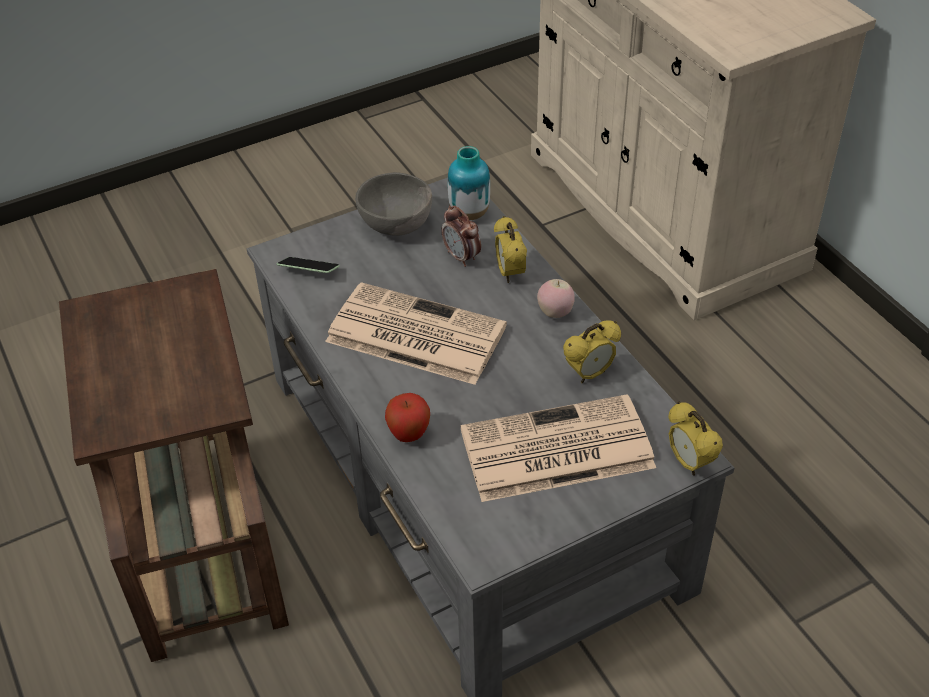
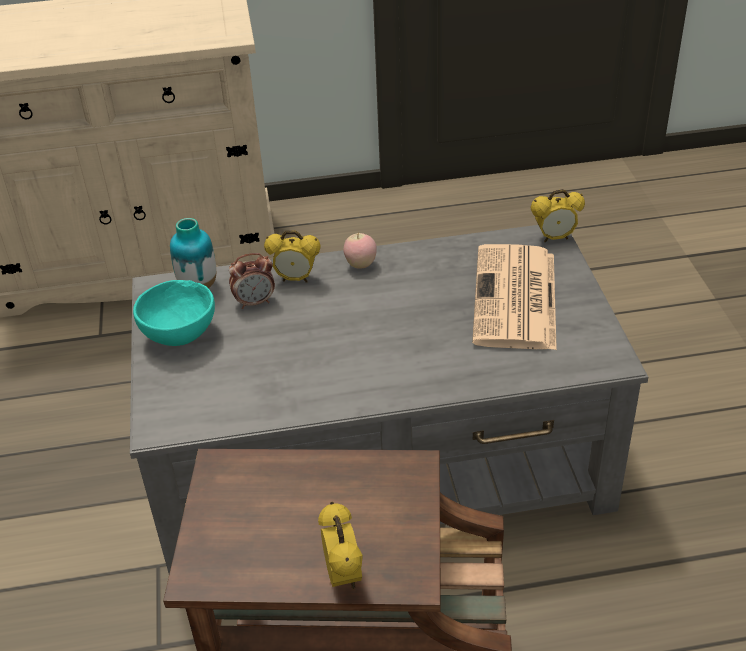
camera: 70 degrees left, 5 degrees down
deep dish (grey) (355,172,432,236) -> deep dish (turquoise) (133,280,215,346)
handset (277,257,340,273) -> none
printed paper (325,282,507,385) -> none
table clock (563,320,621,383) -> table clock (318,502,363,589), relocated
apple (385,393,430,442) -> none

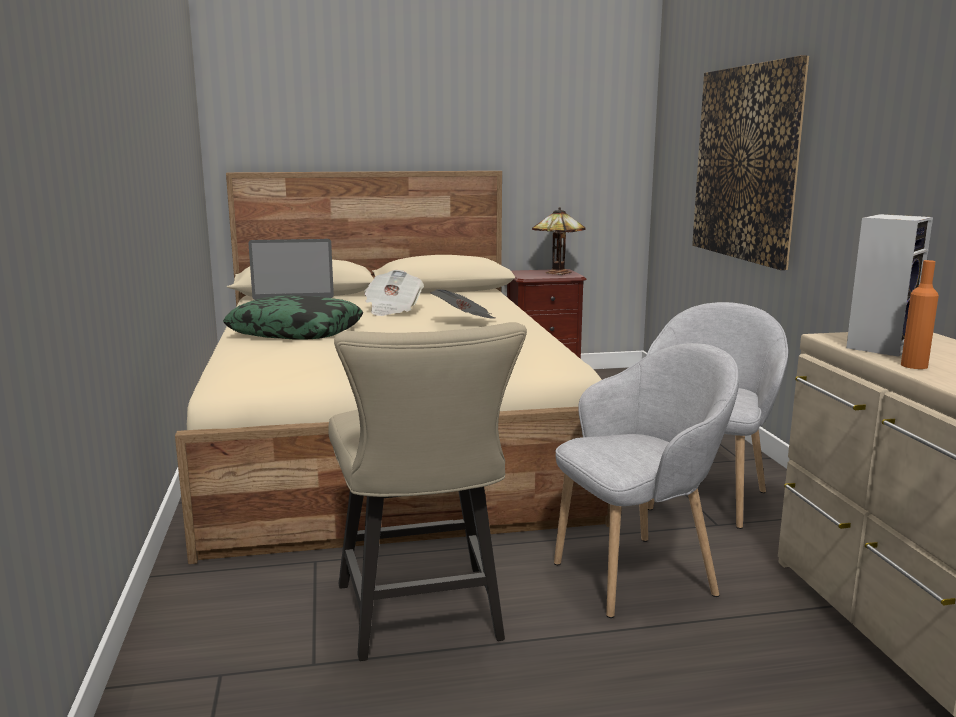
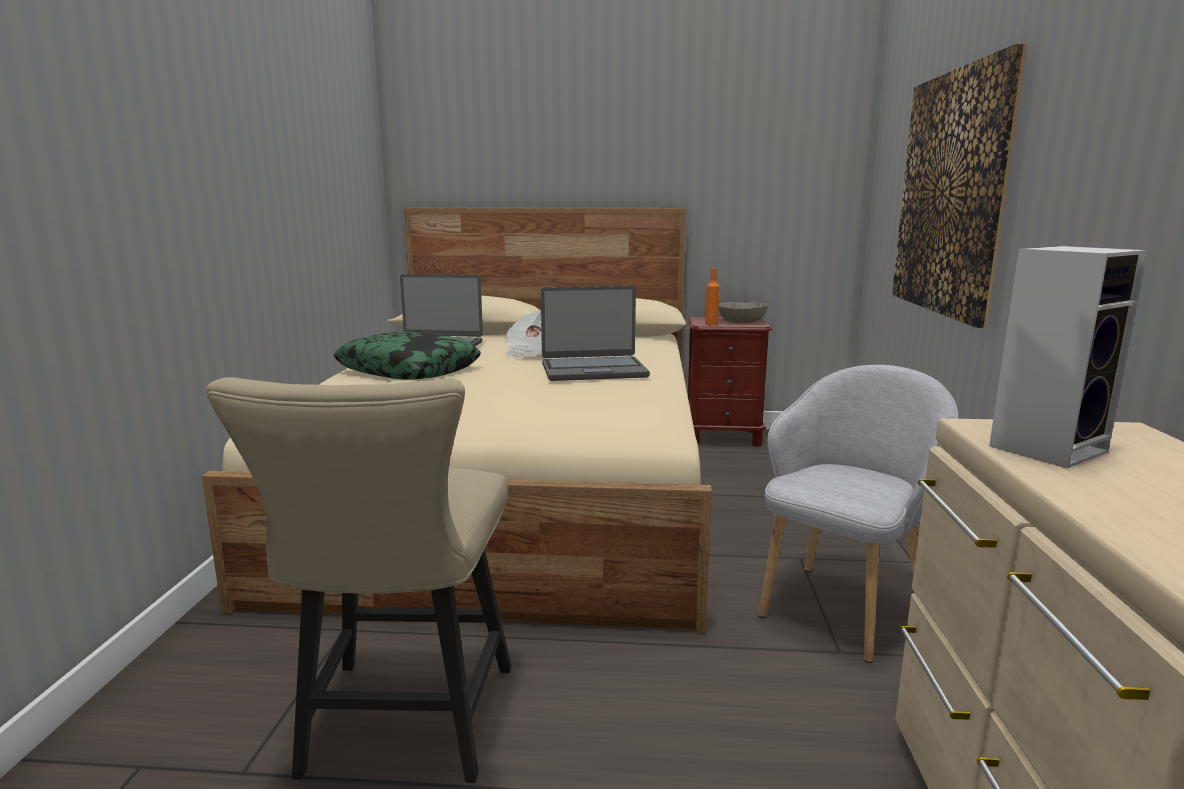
camera: 15 degrees right, 0 degrees up
lamp for a table (532,207,586,275) -> deep dish (grey) (719,302,768,323)
beverage bottle (orange-coloured) (901,260,939,369) -> beverage bottle (orange-coloured) (705,269,720,326), relocated
printed paper (430,289,495,318) -> notebook computer (541,286,650,381)
armchair (grey) (554,343,739,618) -> none

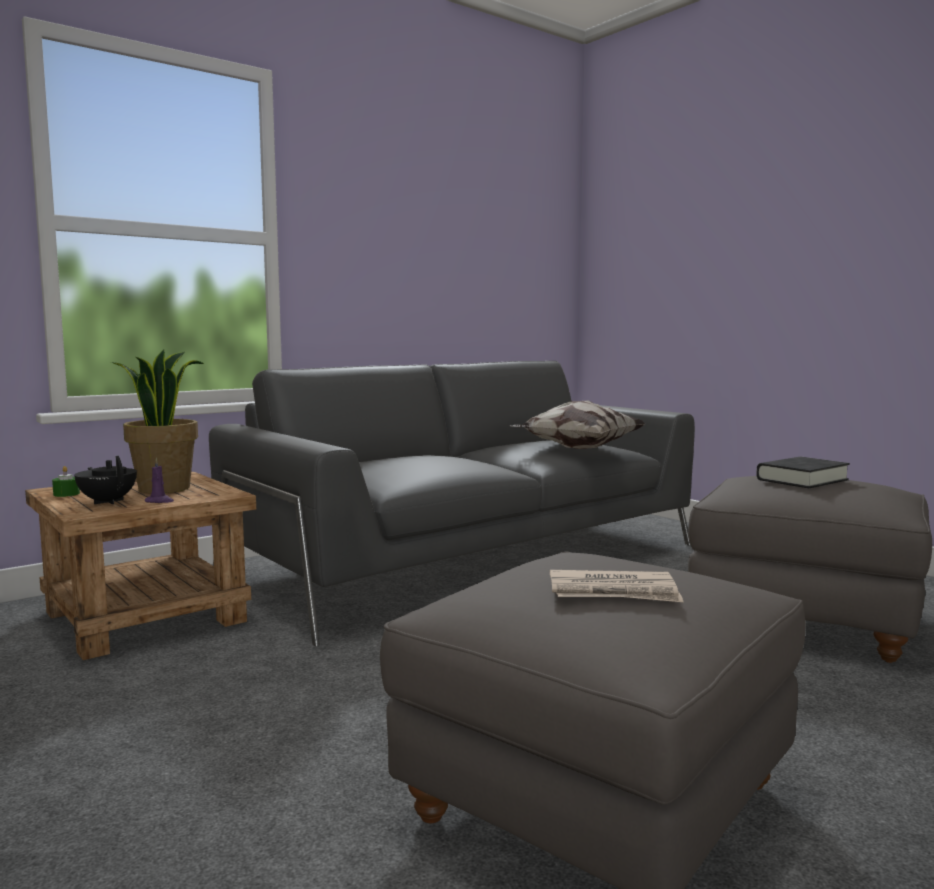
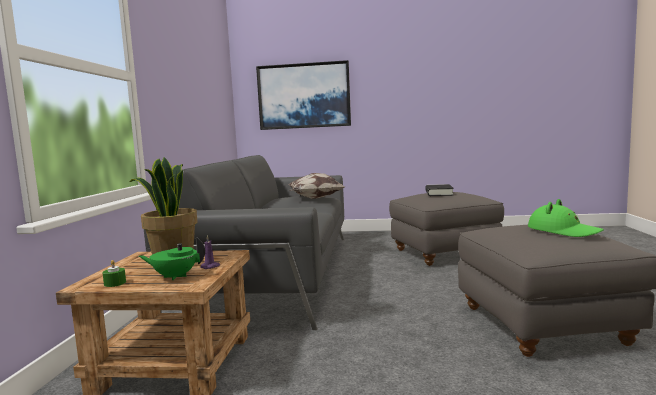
camera: 45 degrees left, 0 degrees up
teapot (black-coloured) (74,456,137,504) -> teapot (green-coloured) (139,237,205,280)
printed paper (550,570,684,602) -> wearable hat (green-coloured) (528,199,604,237)
none -> wall art (256,60,351,130)

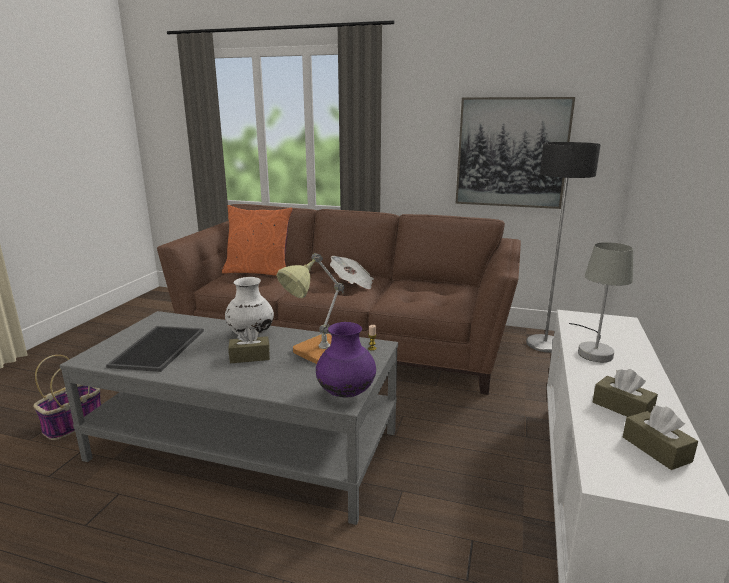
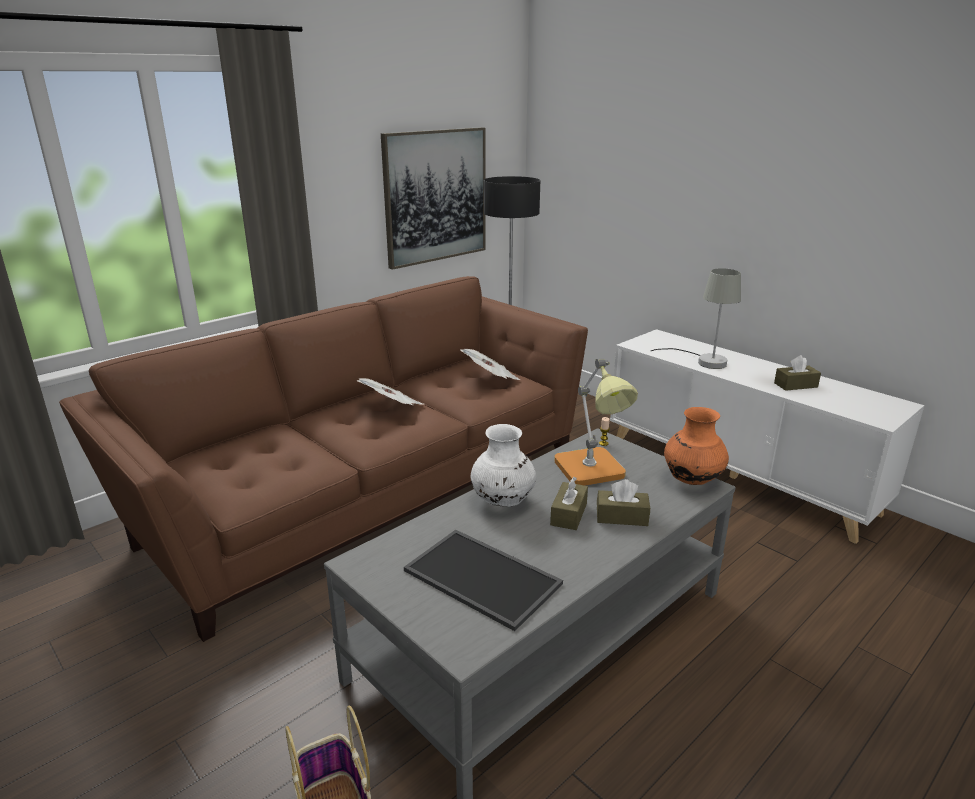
camera: 60 degrees left, 5 degrees up
cushion (orange-coloured) (222,205,293,276) -> none
decorative vase (purplish) (316,322,376,398) -> decorative vase (orange-coloured) (664,407,729,485)
tissue holder (brown) (623,406,698,470) -> tissue holder (brown) (597,479,650,526), relocated
none -> printed paper (460,349,521,380)

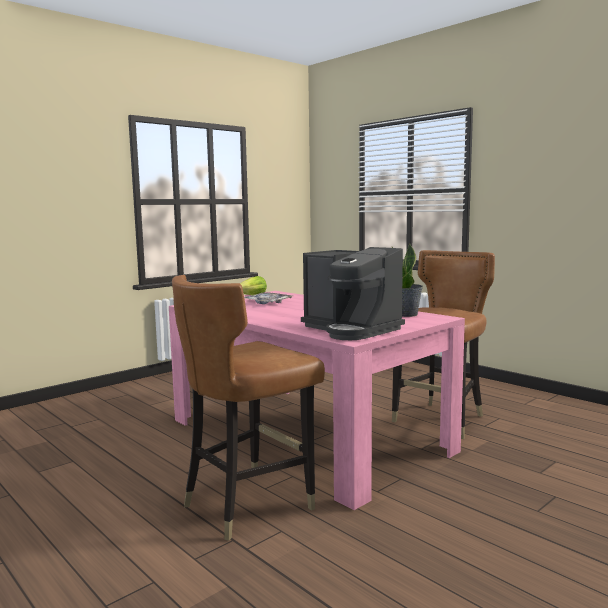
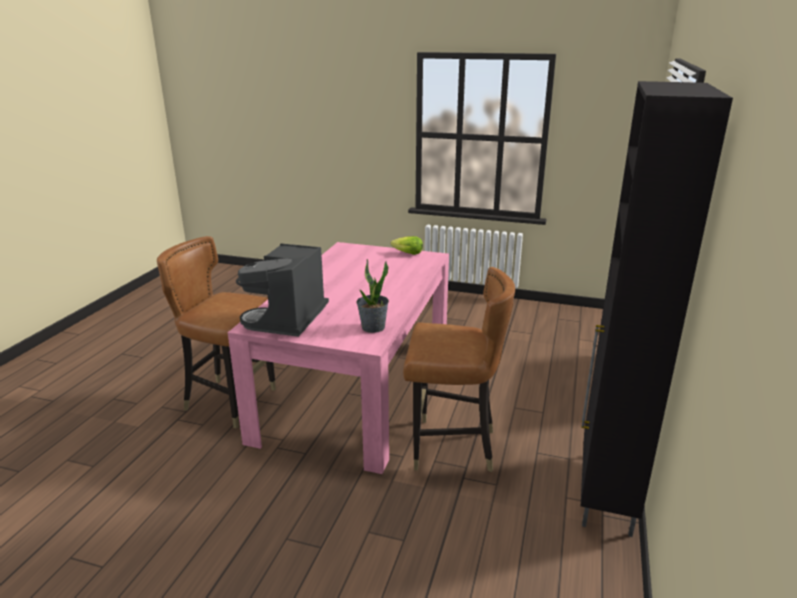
camera: 60 degrees right, 15 degrees up
carrying tray (244,293,292,304) -> none
none -> cabinet (black-coloured) (581,81,733,537)

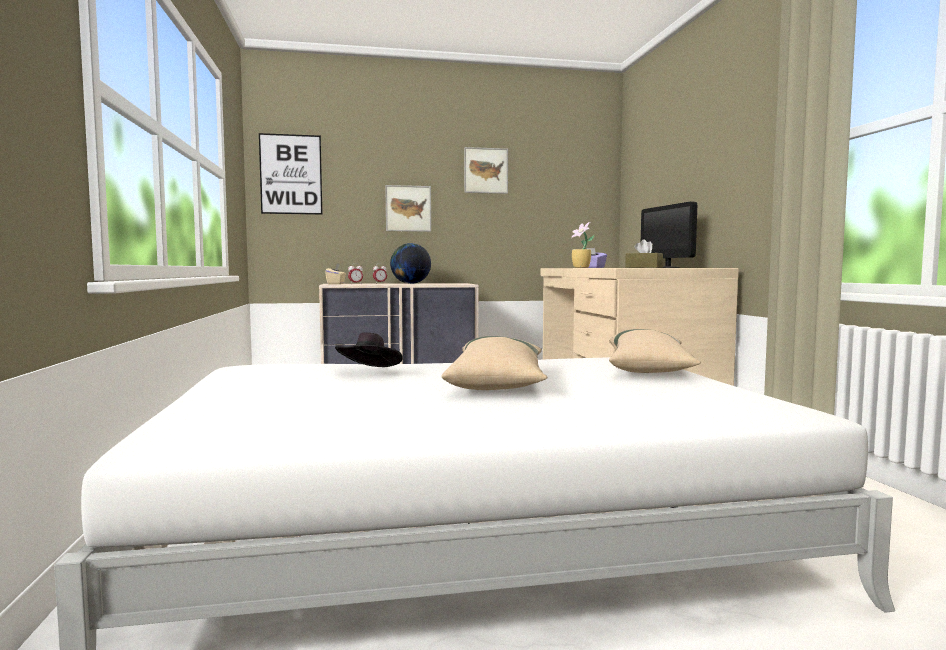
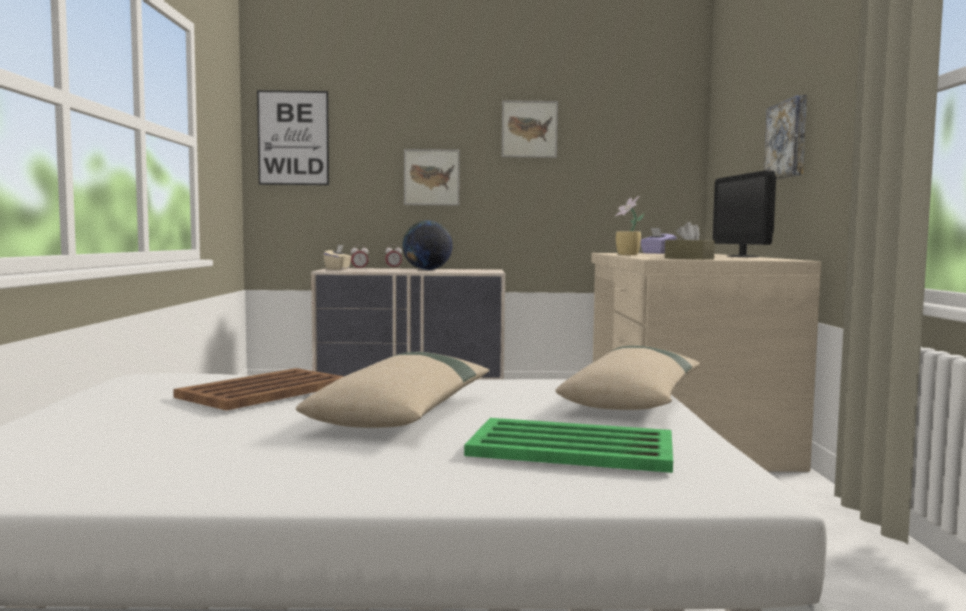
camera: 10 degrees right, 0 degrees up
wearable hat (black-coloured) (335,332,403,367) -> carrying tray (brown) (173,368,344,411)
none -> wall art (764,95,807,180)
none -> carrying tray (green-coloured) (464,418,673,473)

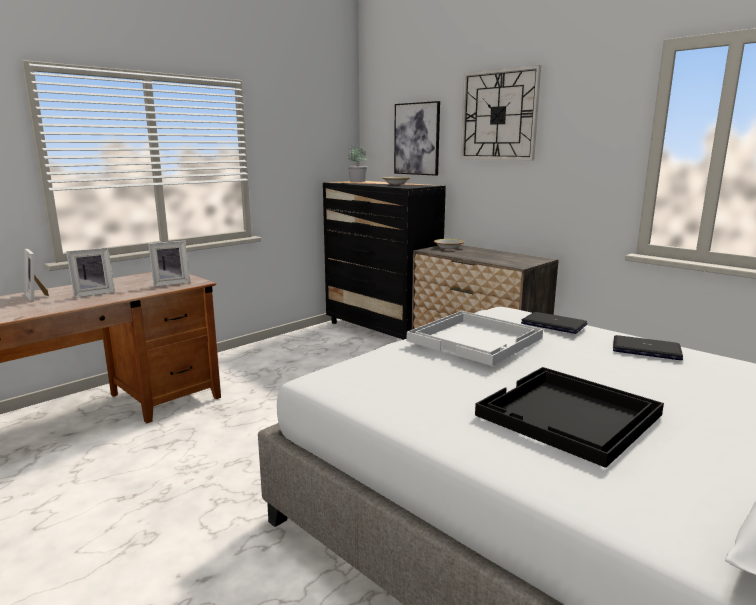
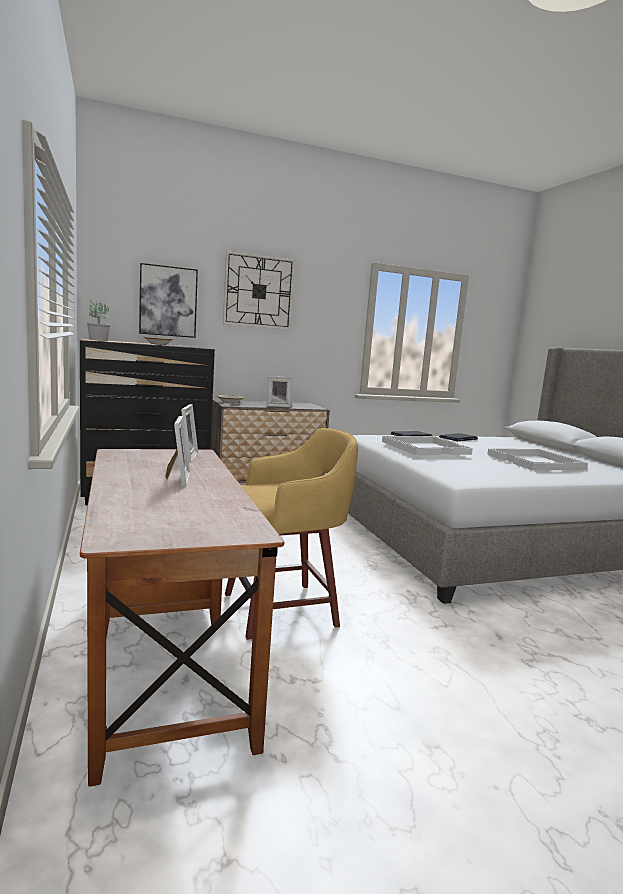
camera: 65 degrees left, 5 degrees down
standing frame (24,249,49,302) -> standing frame (267,376,292,407), relocated
carrying tray (black-coloured) (475,367,664,468) -> carrying tray (whitish) (487,449,588,470)
none -> stool (yellow) (225,428,358,640)

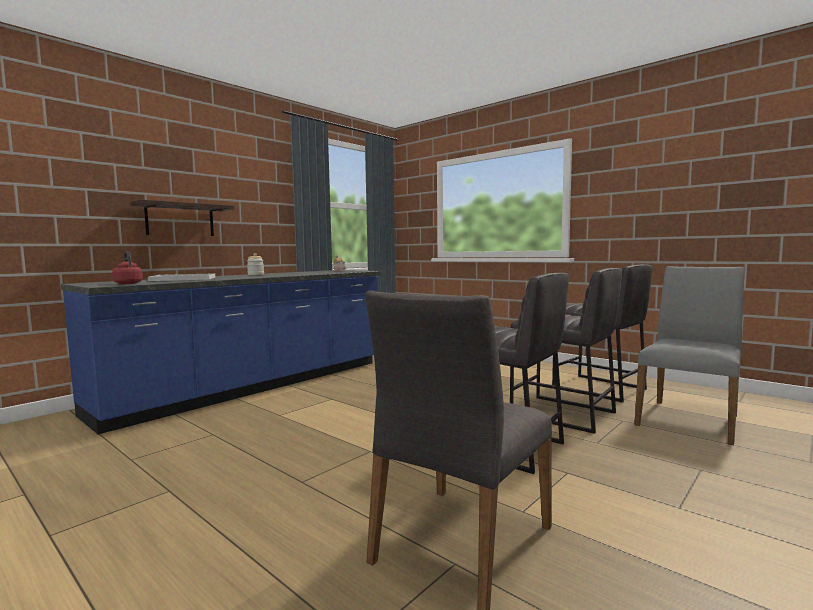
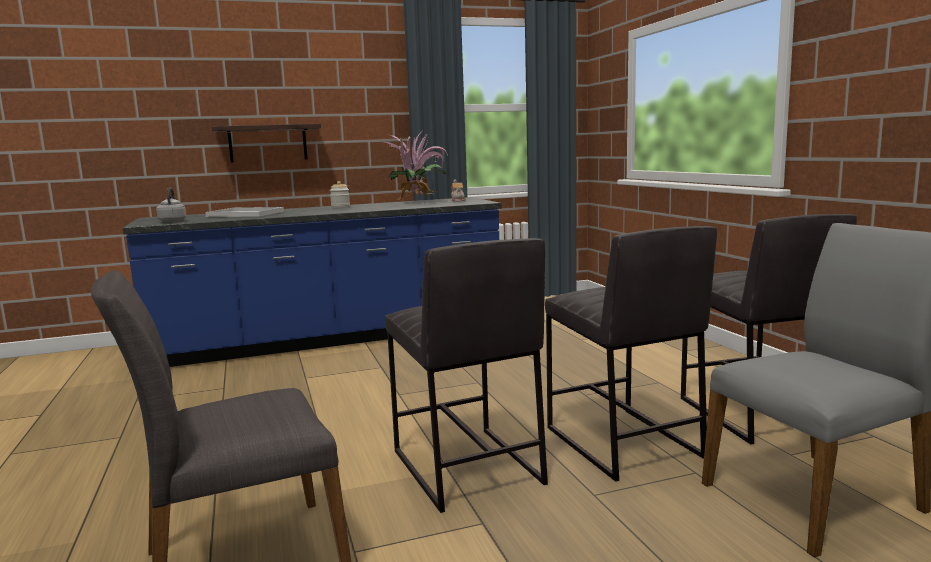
camera: 30 degrees right, 5 degrees up
tea kettle (red) (112,251,143,284) -> tea kettle (grey) (156,188,186,222)
none -> houseplant (384,132,448,203)

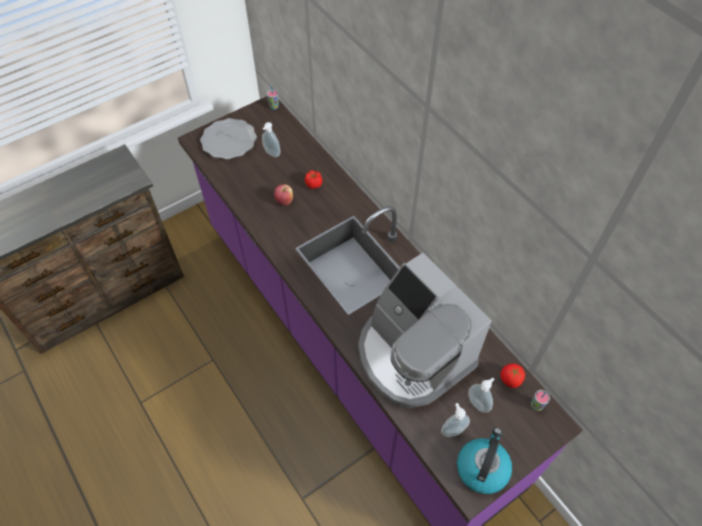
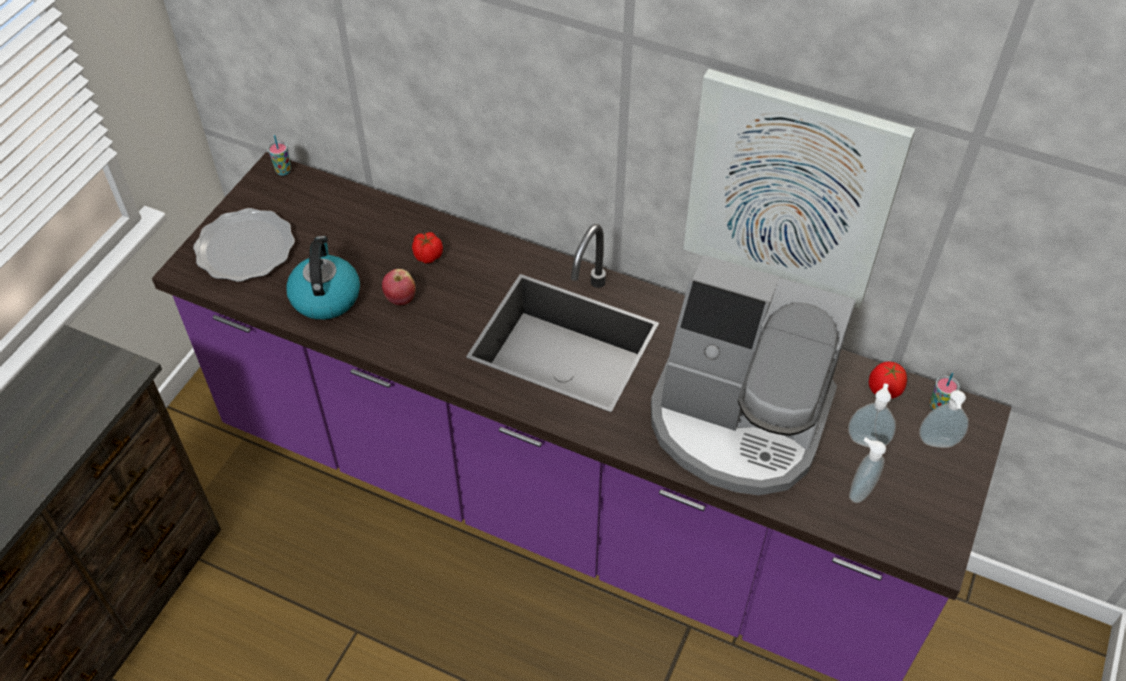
camera: 30 degrees left, 5 degrees down
soap dispenser (262,122,281,157) -> soap dispenser (919,390,969,448), relocated
tea kettle (457,428,512,494) -> tea kettle (286,236,360,320), relocated
none -> wall art (683,69,915,308)

